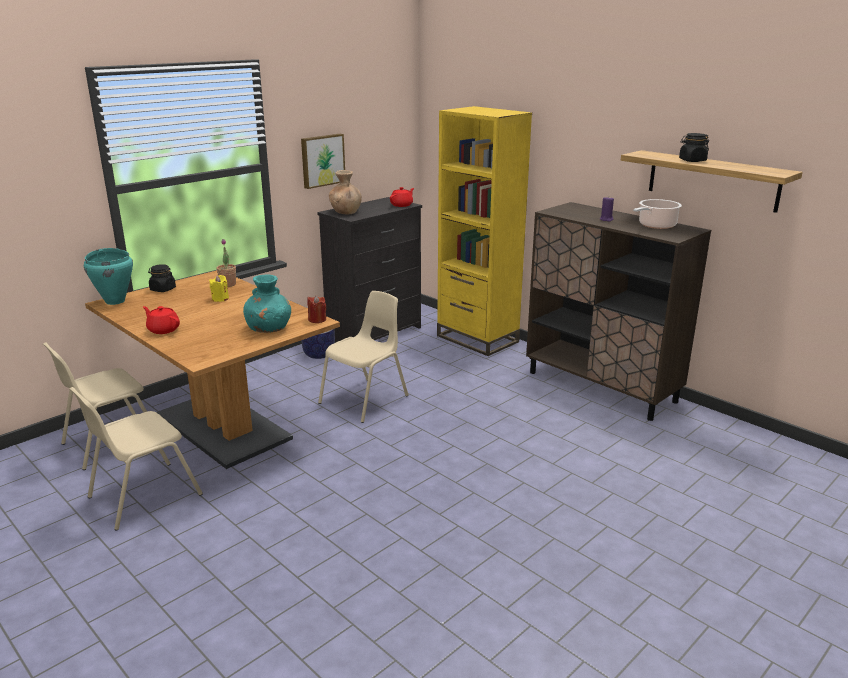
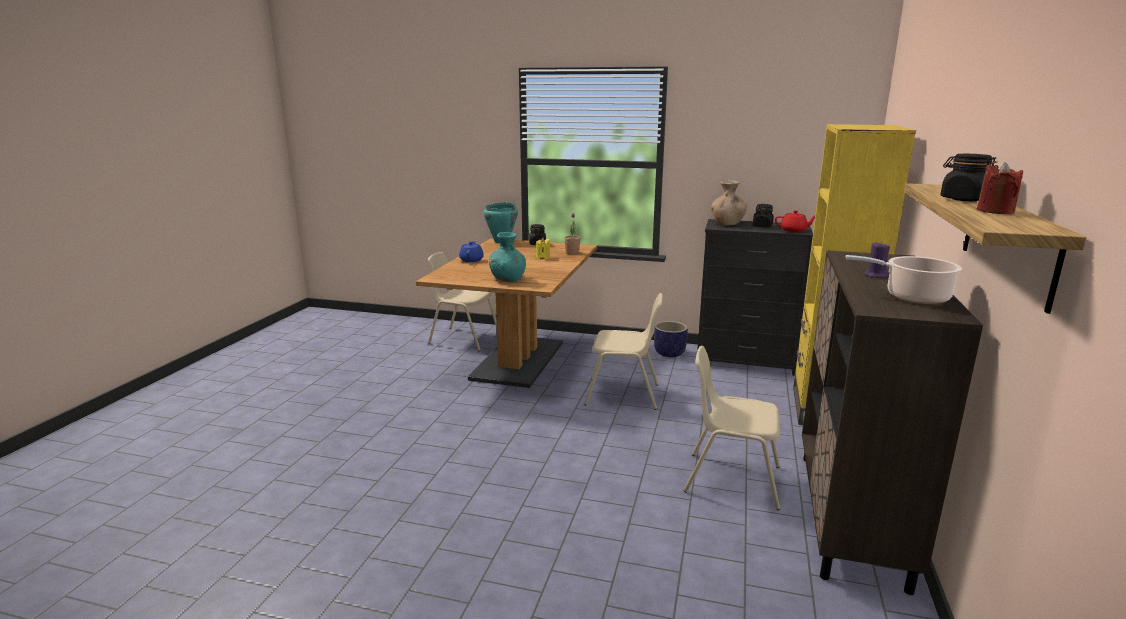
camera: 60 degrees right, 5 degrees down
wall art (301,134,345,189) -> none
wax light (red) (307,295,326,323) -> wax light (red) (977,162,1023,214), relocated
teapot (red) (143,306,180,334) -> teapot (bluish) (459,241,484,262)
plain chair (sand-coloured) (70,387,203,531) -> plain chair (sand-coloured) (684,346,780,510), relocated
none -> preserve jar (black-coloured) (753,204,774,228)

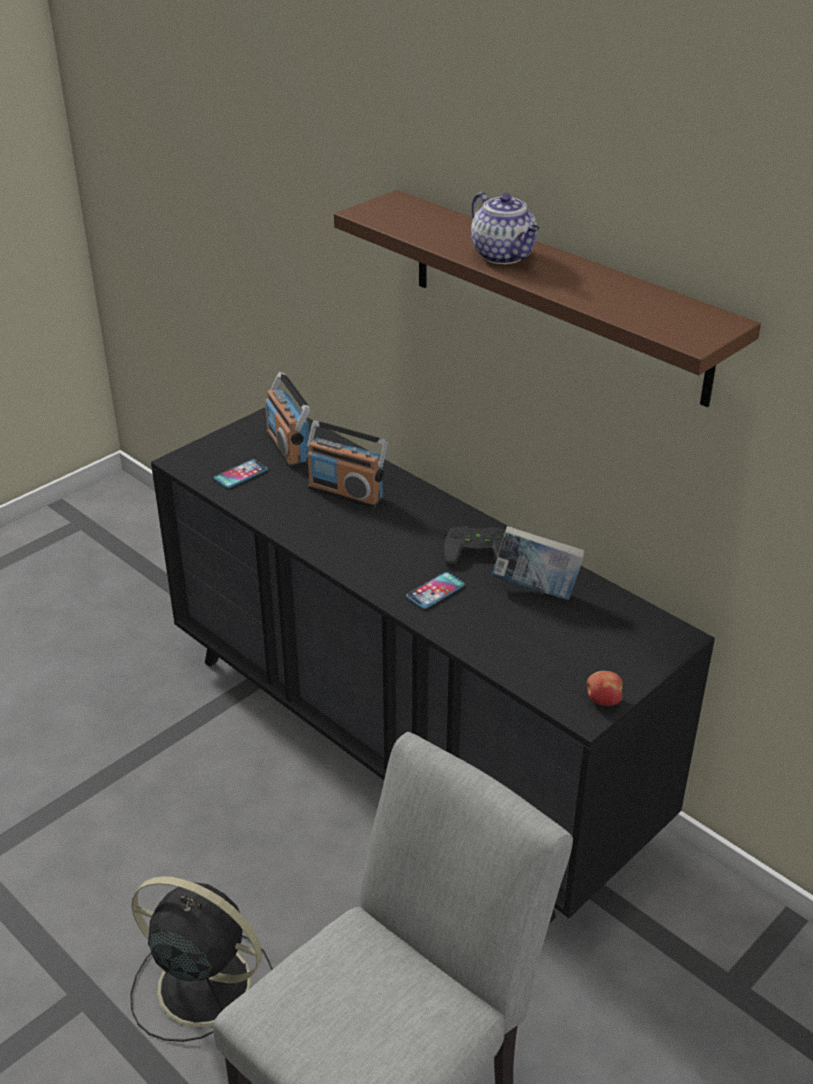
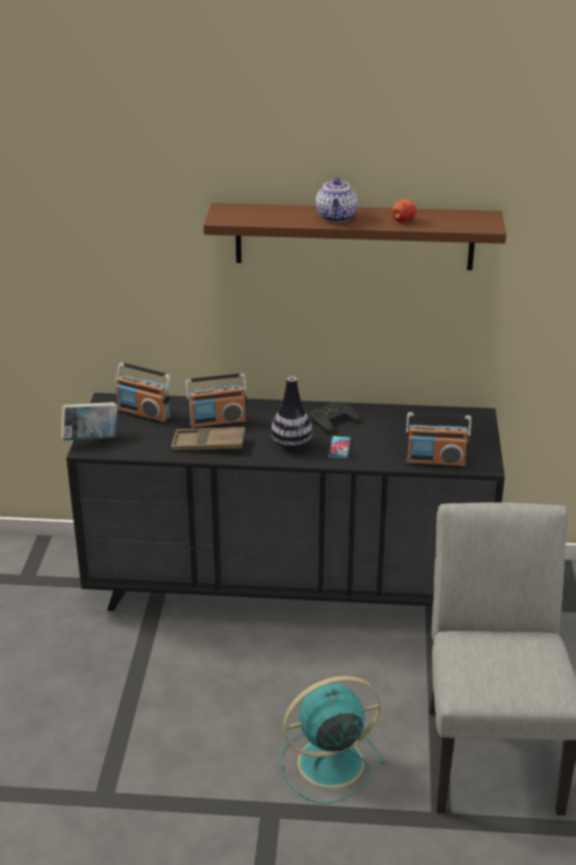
camera: 40 degrees left, 5 degrees down
teapot (471,192,540,264) -> teapot (316,177,358,223), 75 degrees clockwise
handset (214,459,268,488) -> none
book (492,526,585,600) -> book (61,402,118,440), relocated
apple (587,671,622,706) -> apple (392,199,417,222), relocated
electric fan (black-coloured) (130,876,273,1042) -> electric fan (turquoise) (280,676,386,803)
none -> decorative vase (271,376,312,450)
none -> radio set (406,412,471,469)
none -> carrying tray (brown) (171,427,246,451)

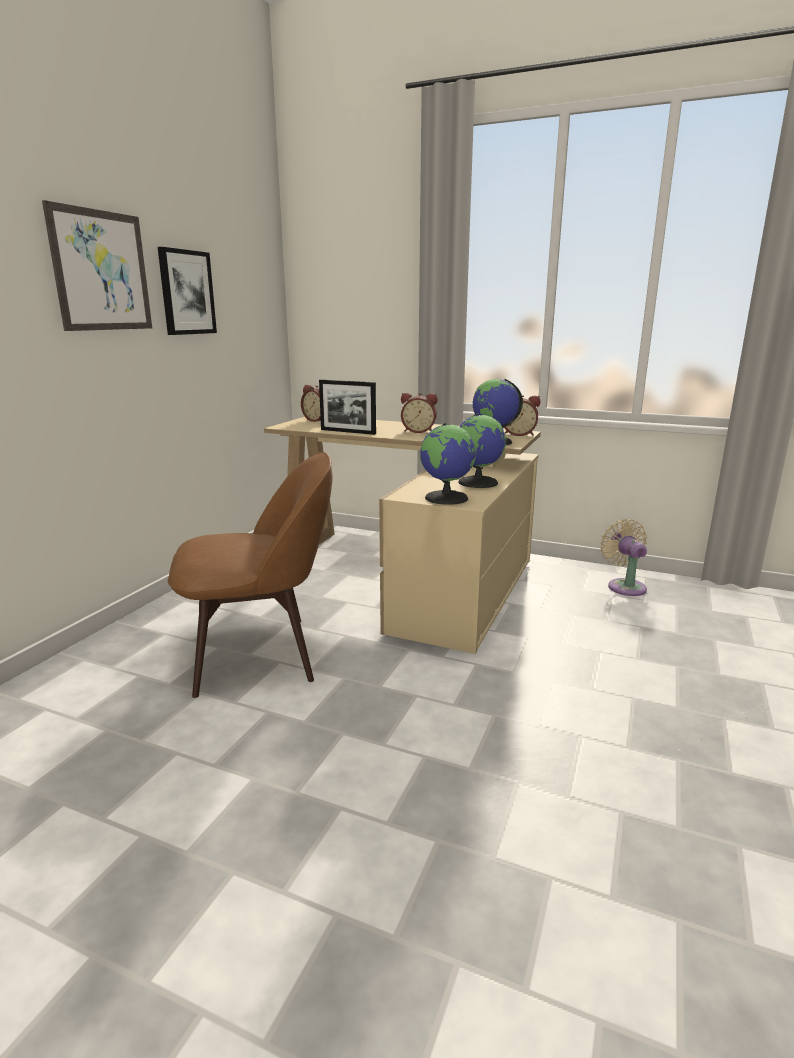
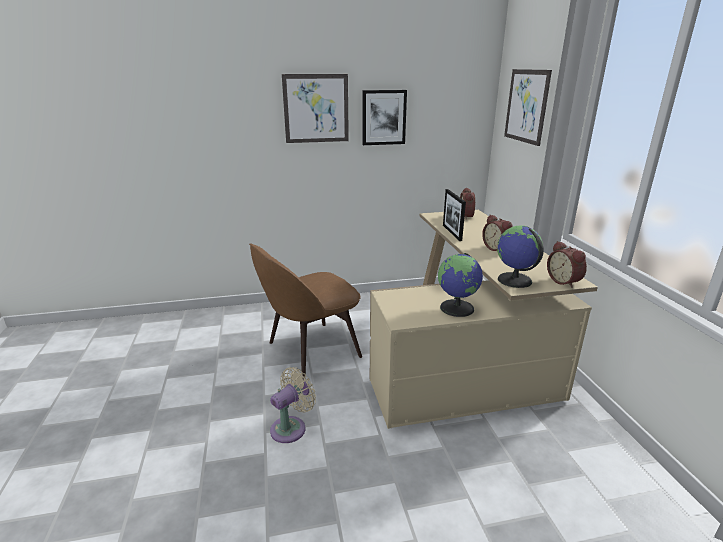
camera: 55 degrees right, 5 degrees up
globe (420,423,476,505) -> none
plain chair (brown) (168,452,333,698) -> plain chair (brown) (249,243,362,379), 105 degrees clockwise
electric fan (sand-coloured) (600,519,647,596) -> electric fan (sand-coloured) (270,367,316,443), relocated
none -> wall art (504,69,552,146)

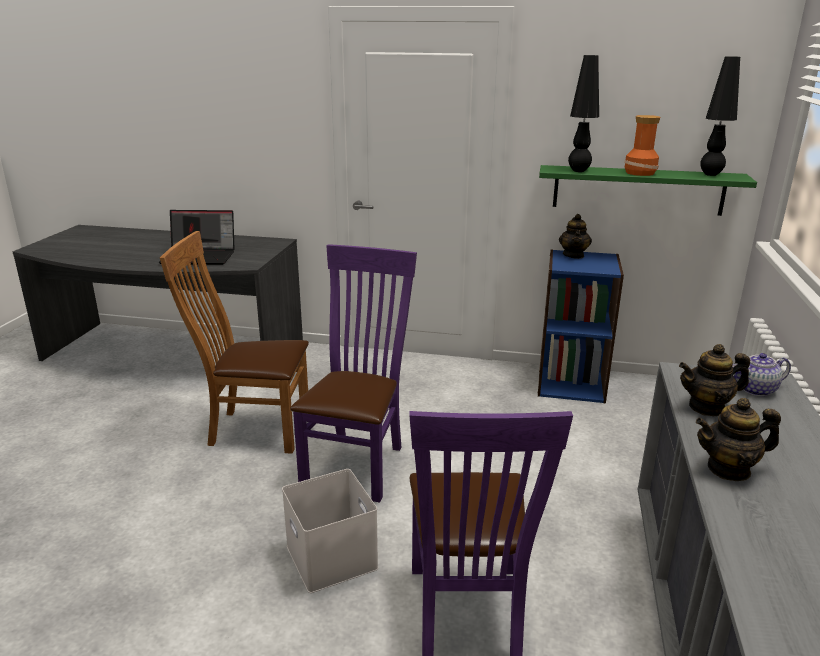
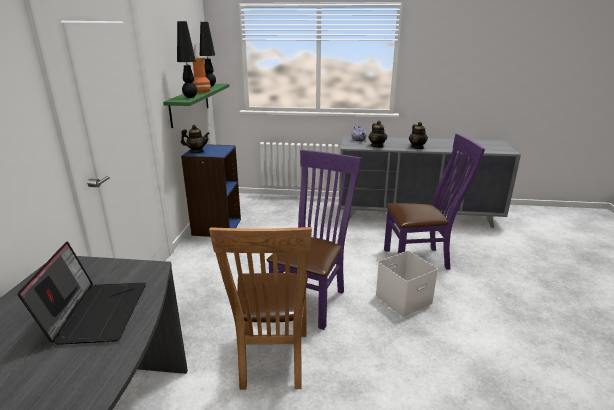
camera: 95 degrees left, 0 degrees up
plain chair (purplish) (290,244,417,502) -> plain chair (purplish) (267,150,361,330), 105 degrees clockwise

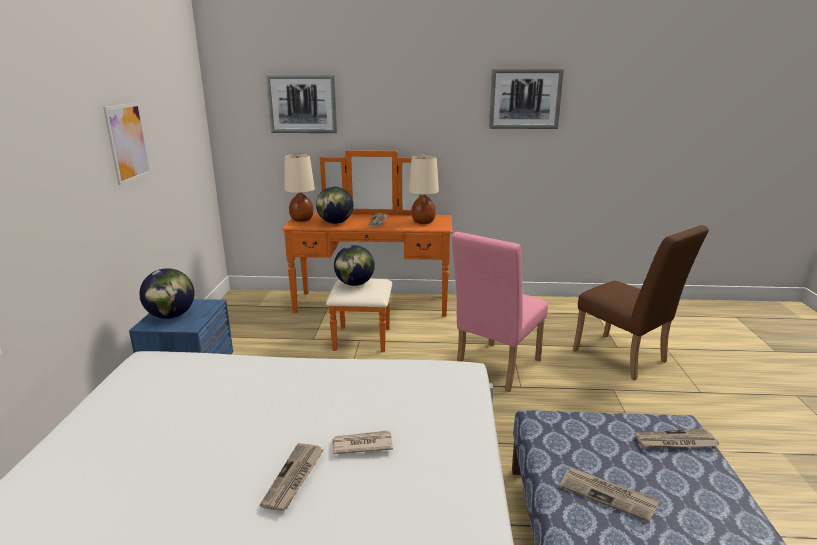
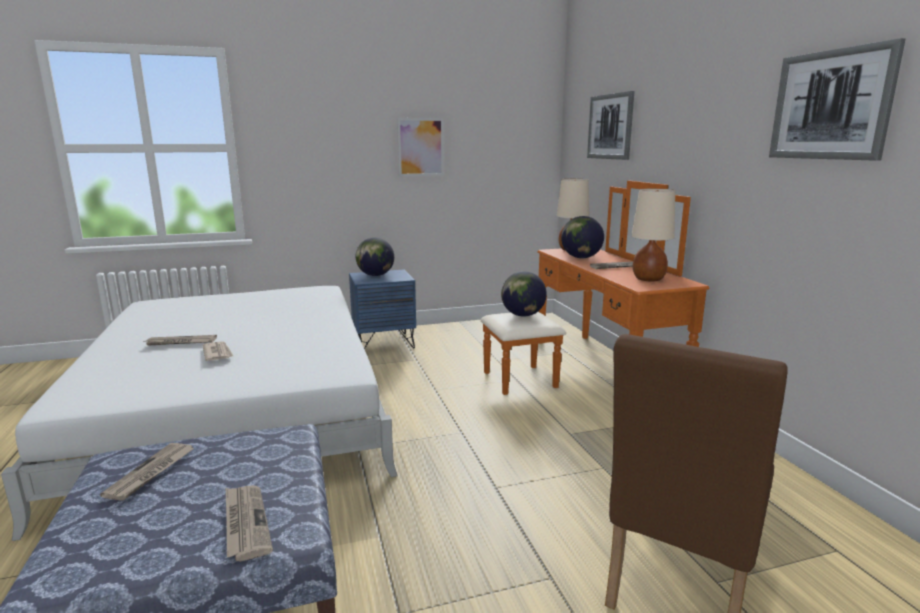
camera: 70 degrees right, 5 degrees down
plain chair (pink-coloured) (451,232,548,392) -> none

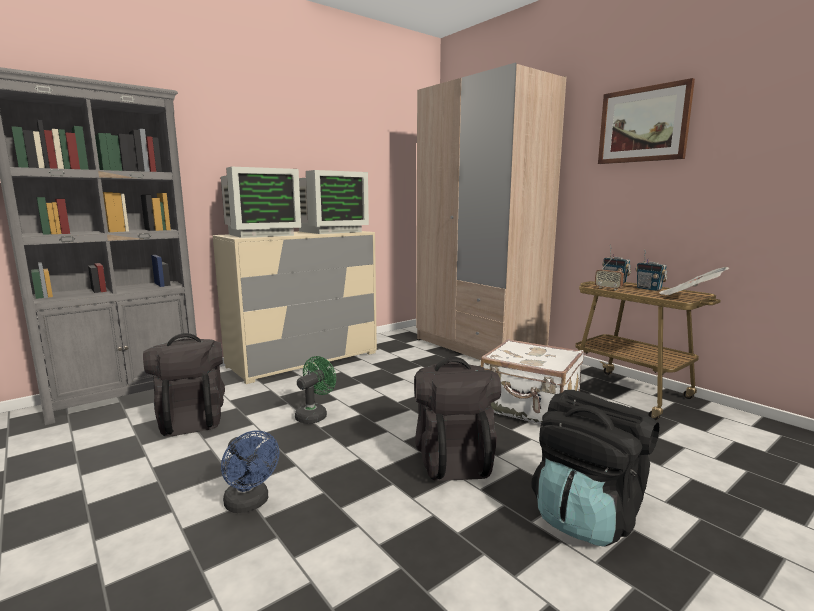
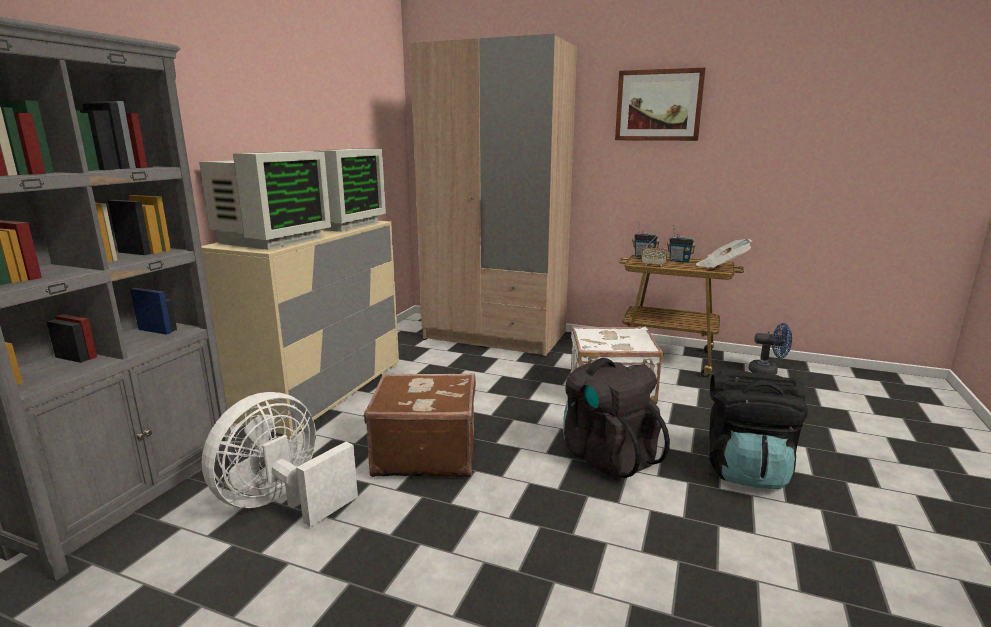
camera: 30 degrees left, 5 degrees up
backpack (black-coloured) (143,333,225,437) -> electric fan (whitish) (202,392,358,527)
electric fan (green-coloured) (295,356,336,424) -> travel case (brown) (364,373,476,477)
electric fan (bluish) (221,430,279,513) -> electric fan (bluish) (748,323,792,375), relocated

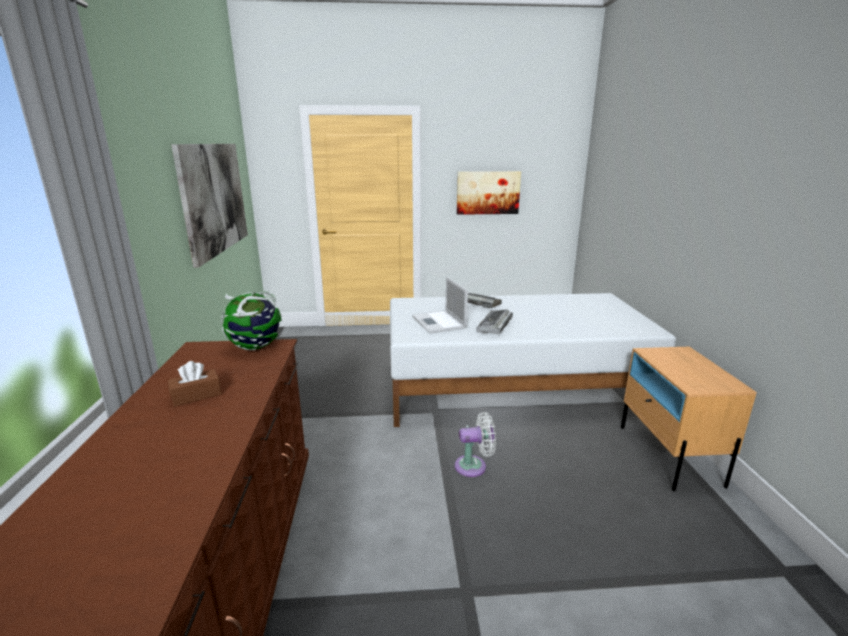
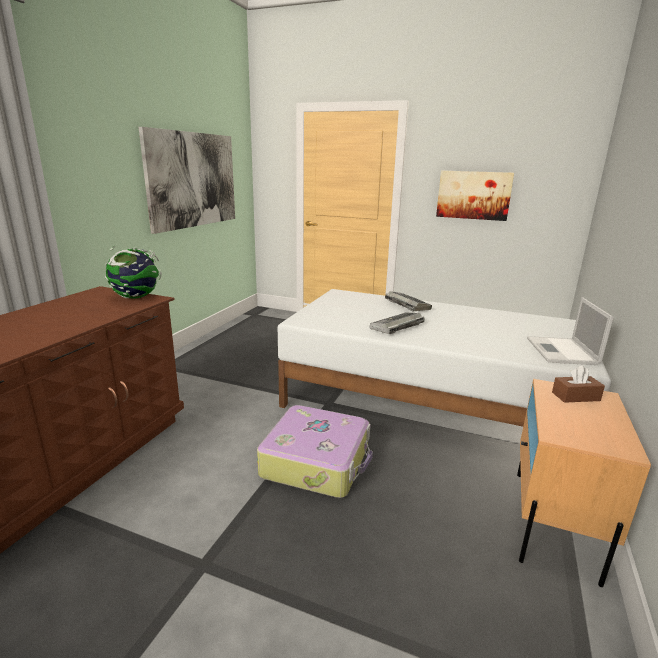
camera: 25 degrees right, 0 degrees up
notebook computer (412,277,468,334) -> notebook computer (527,297,614,365), relocated
tissue holder (brown) (168,361,222,407) -> tissue holder (brown) (552,365,605,403), relocated
electric fan (whitish) (455,412,496,477) -> travel case (257,405,373,498)

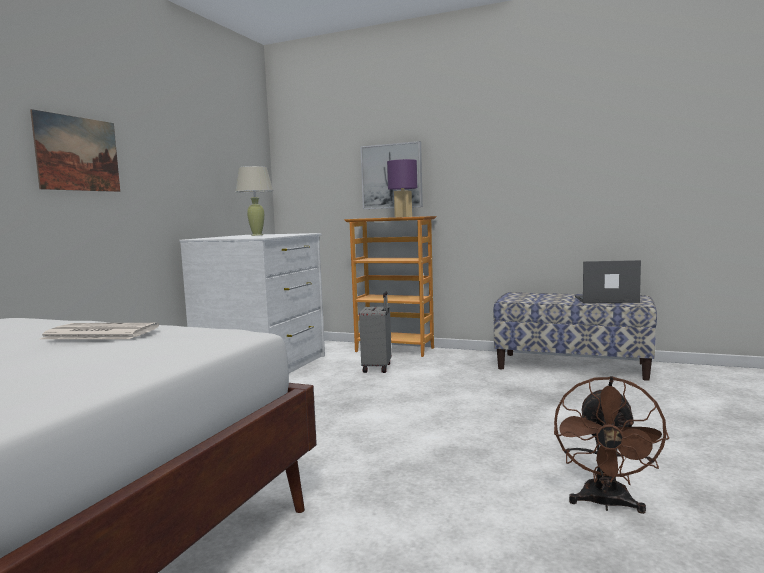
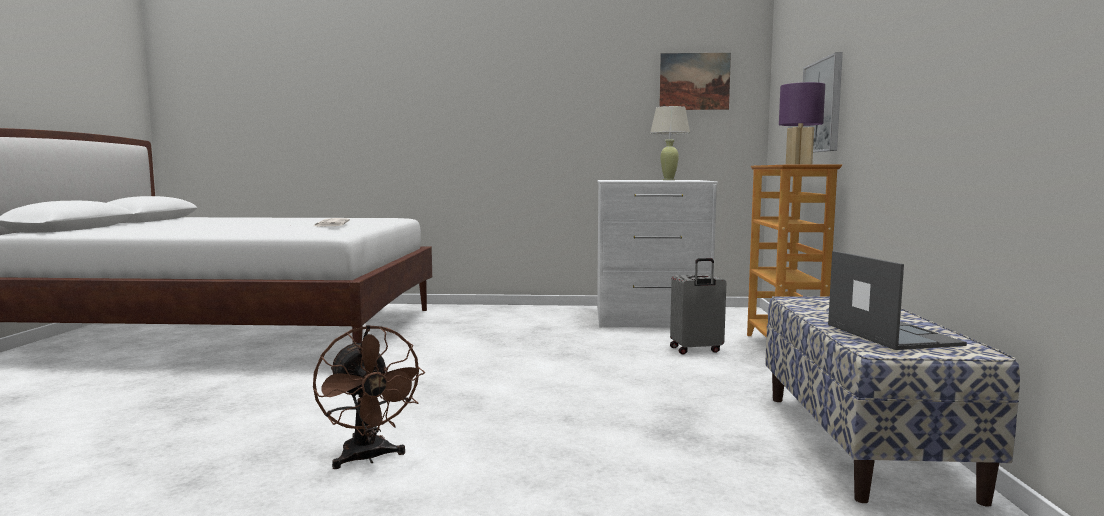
camera: 70 degrees right, 0 degrees up
wall art (30,109,120,192) -> wall art (659,53,731,110), relocated
electric fan (brown) (554,376,669,514) -> electric fan (brown) (313,325,425,469), 120 degrees counterclockwise

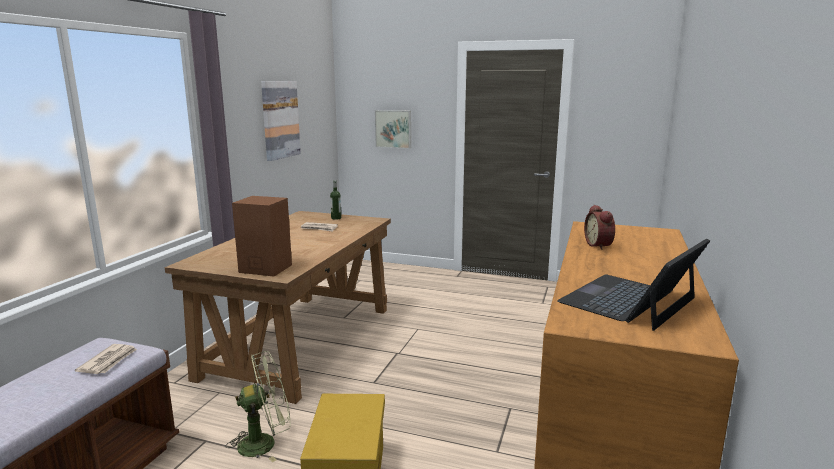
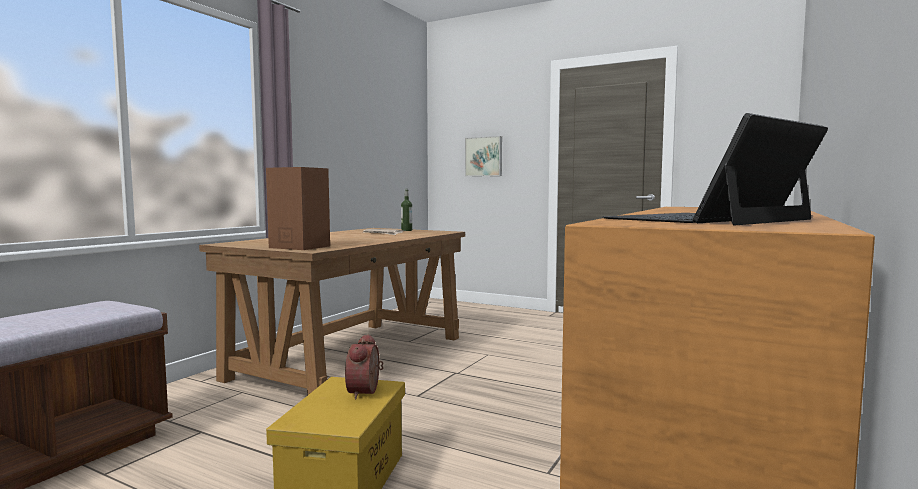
camera: 10 degrees right, 10 degrees down
wall art (261,81,301,161) -> none
table clock (584,205,615,250) -> table clock (345,334,383,400), relocated
printed paper (75,344,137,374) -> none
electric fan (green-coloured) (225,351,291,462) -> none

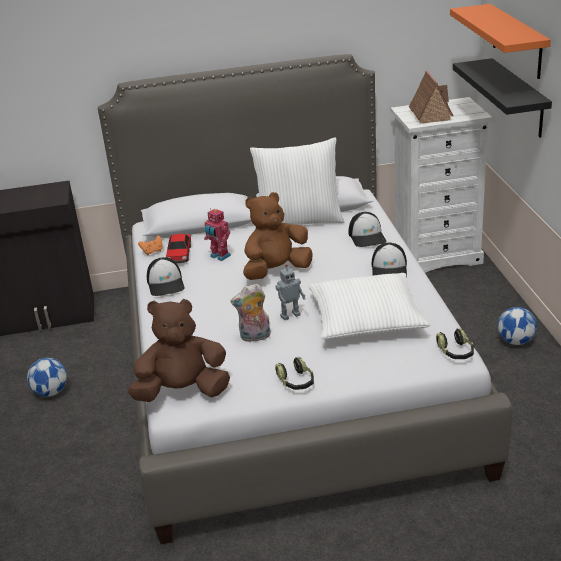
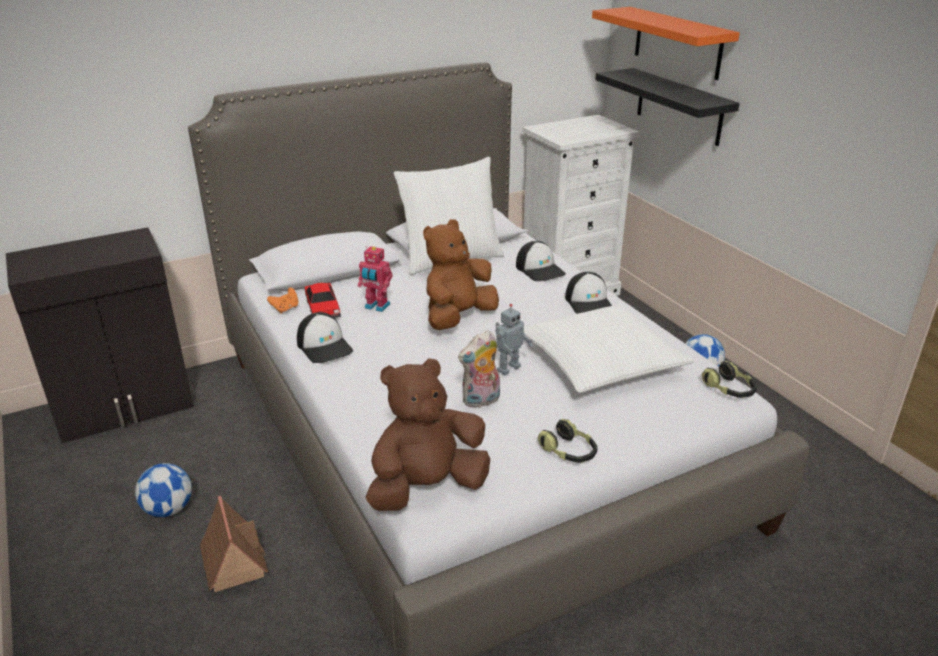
camera: 20 degrees left, 0 degrees up
model house (409,71,453,124) -> model house (200,496,268,592), relocated

